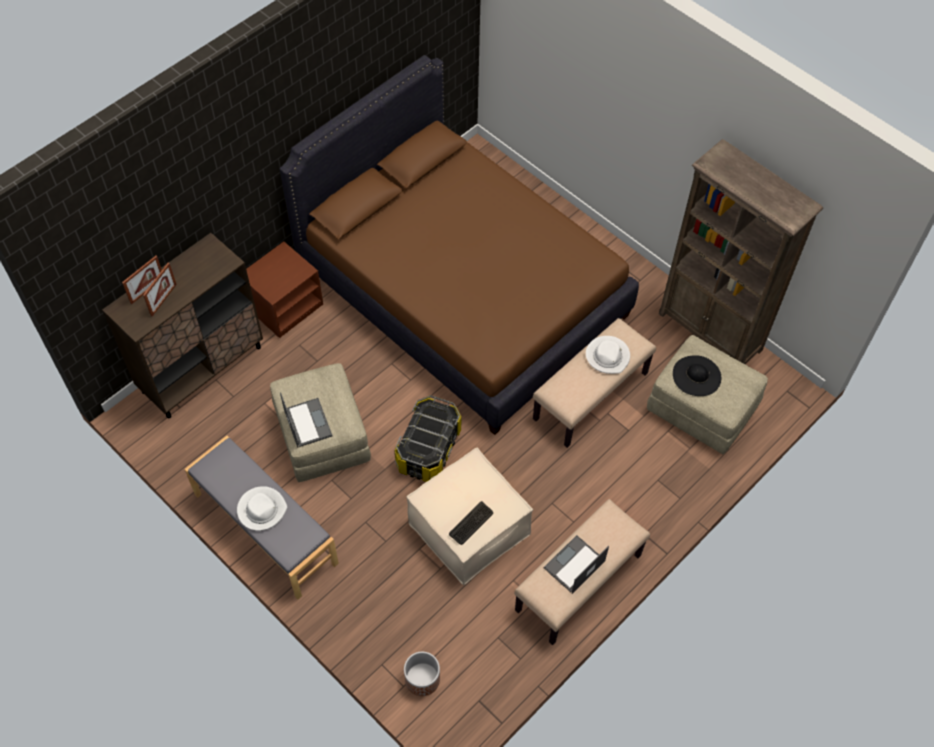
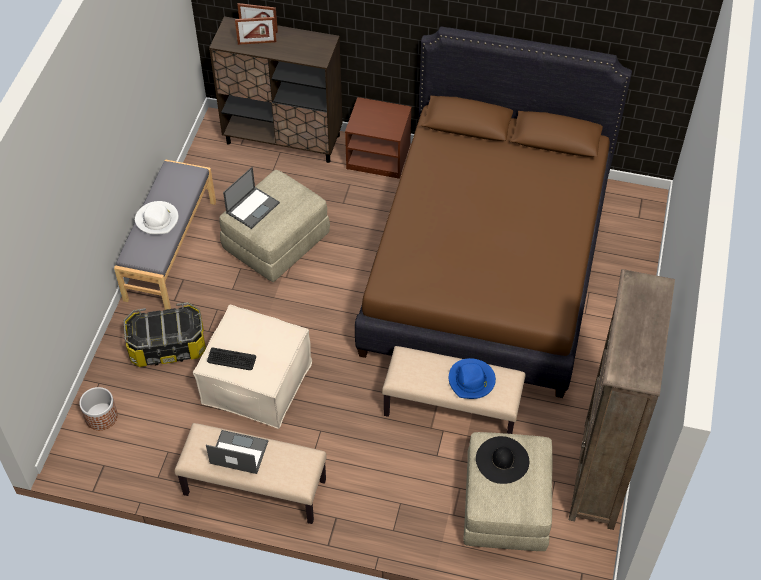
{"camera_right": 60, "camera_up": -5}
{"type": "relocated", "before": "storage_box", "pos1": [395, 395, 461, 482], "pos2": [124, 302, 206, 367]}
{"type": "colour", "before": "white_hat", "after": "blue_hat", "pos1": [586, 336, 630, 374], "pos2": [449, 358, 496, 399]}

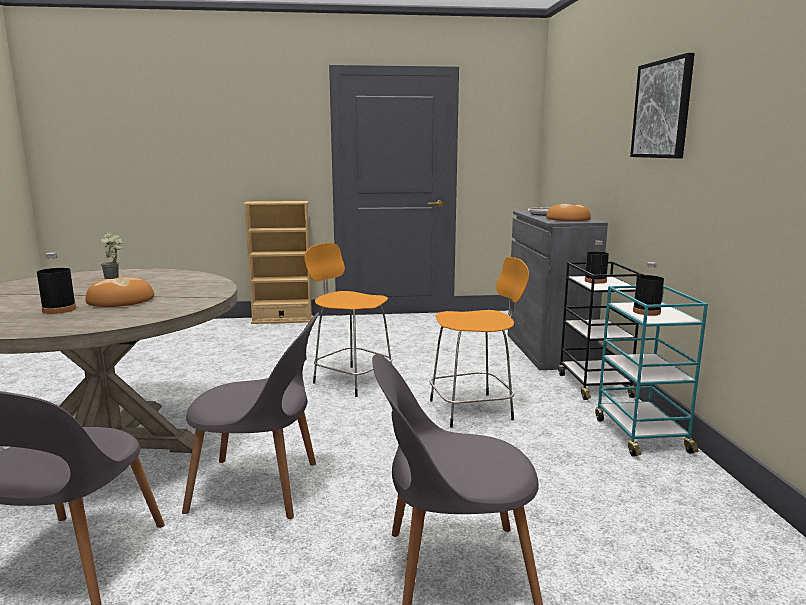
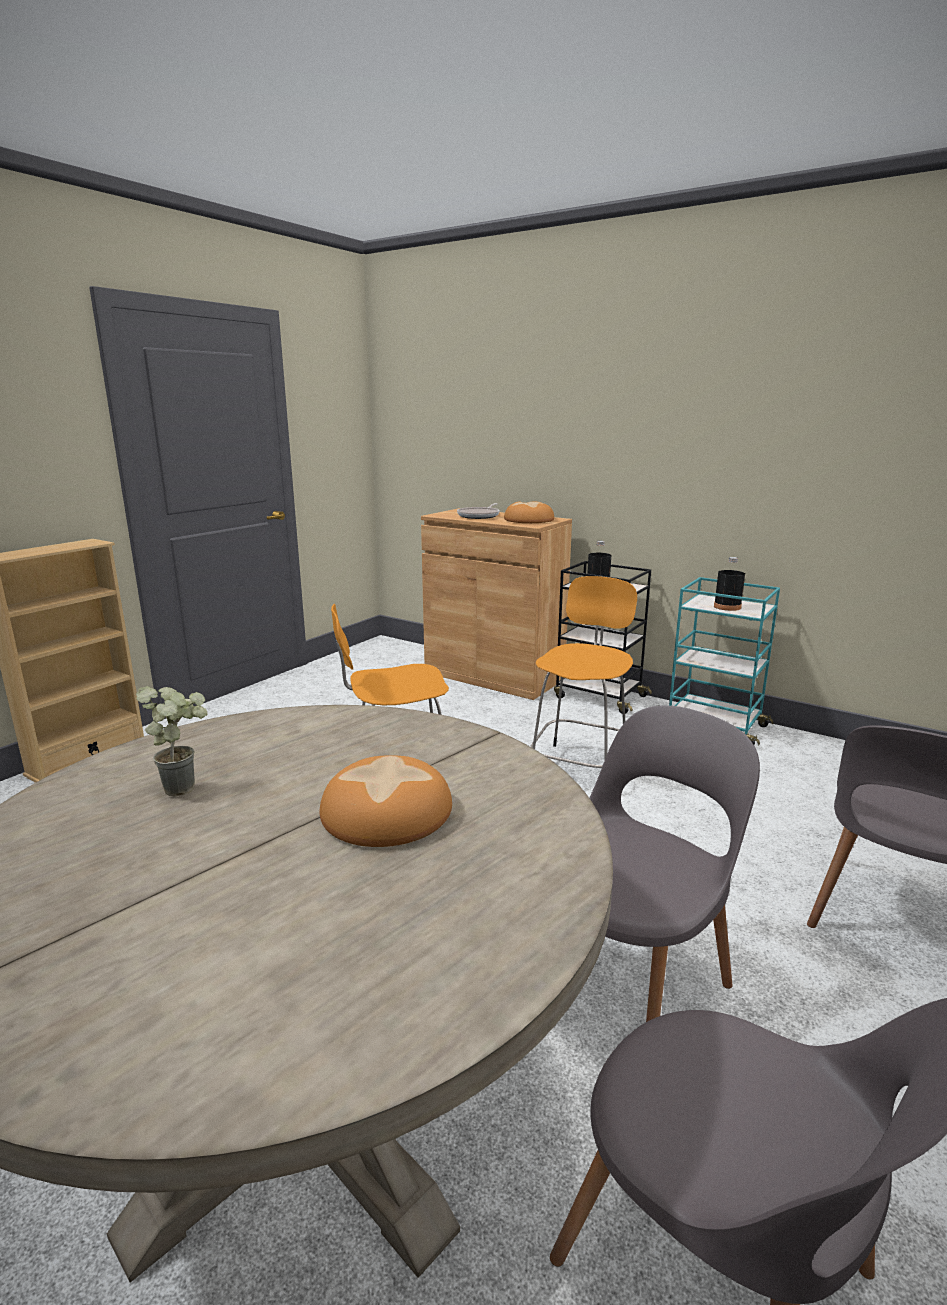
{"camera_right": -50, "camera_up": 5}
{"type": "missing", "before": "black_bottle", "pos1": [37, 252, 76, 314]}
{"type": "missing", "before": "picture", "pos1": [630, 53, 695, 158]}
{"type": "colour", "before": "grey_cabinet", "after": "brown_cabinet", "pos1": [508, 211, 608, 370], "pos2": [421, 508, 572, 700]}

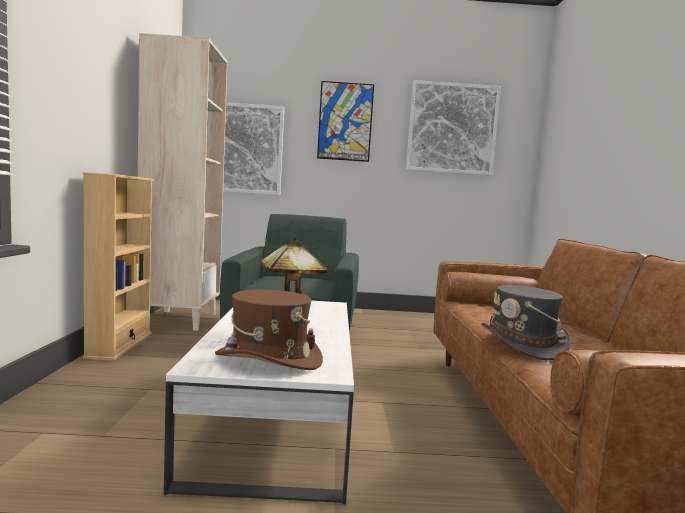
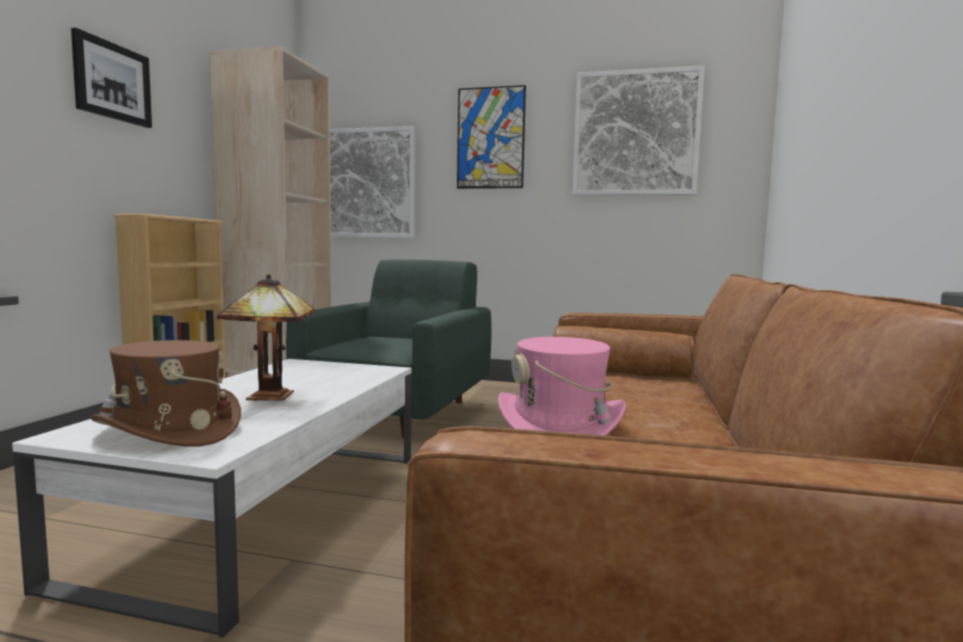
{"camera_right": 15, "camera_up": 0}
{"type": "appeared", "after": "picture", "pos2": [71, 28, 152, 128]}
{"type": "colour", "before": "grey_hat", "after": "pink_hat", "pos1": [482, 285, 571, 360], "pos2": [498, 337, 626, 436]}

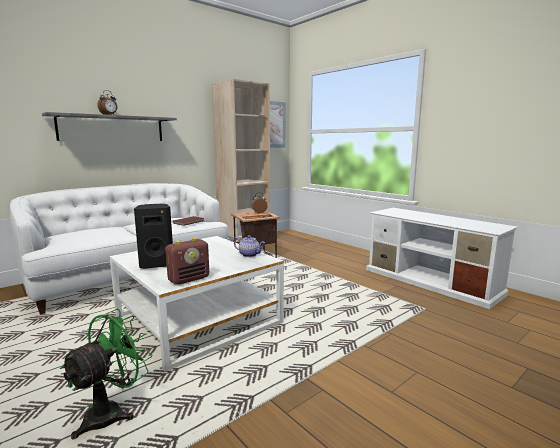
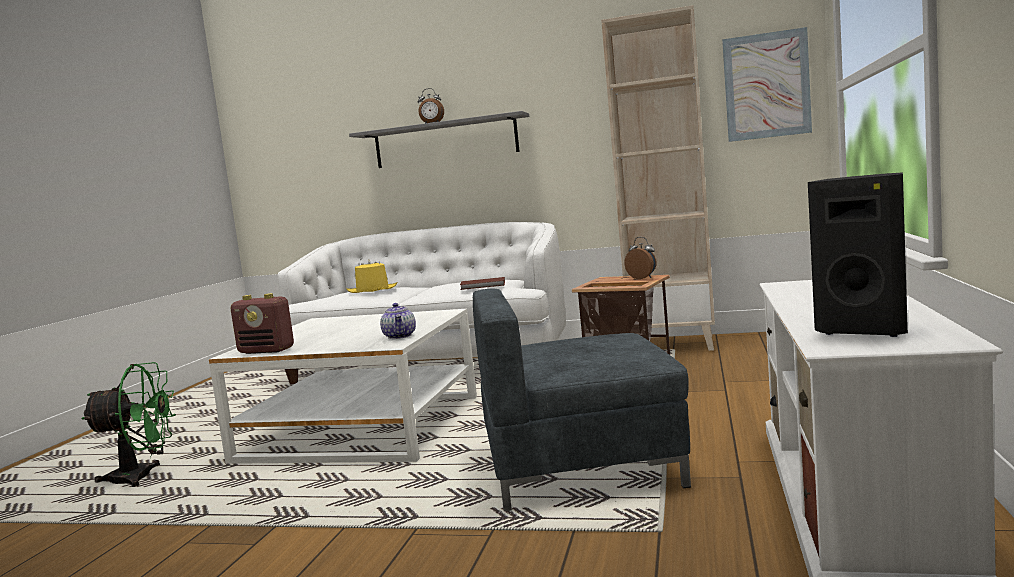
{"camera_right": 55, "camera_up": -5}
{"type": "appeared", "after": "yellow_hat", "pos2": [346, 260, 398, 293]}
{"type": "appeared", "after": "grey_armchair", "pos2": [473, 289, 691, 511]}
{"type": "relocated", "before": "black_speaker", "pos1": [134, 204, 173, 269], "pos2": [808, 172, 908, 337]}

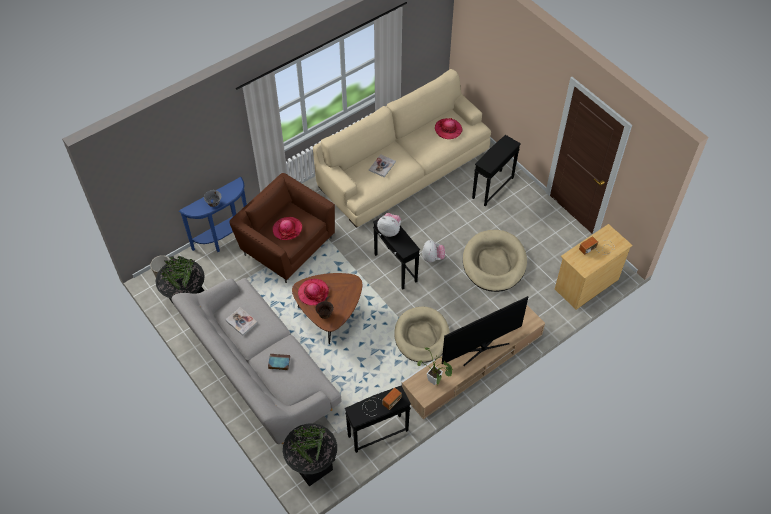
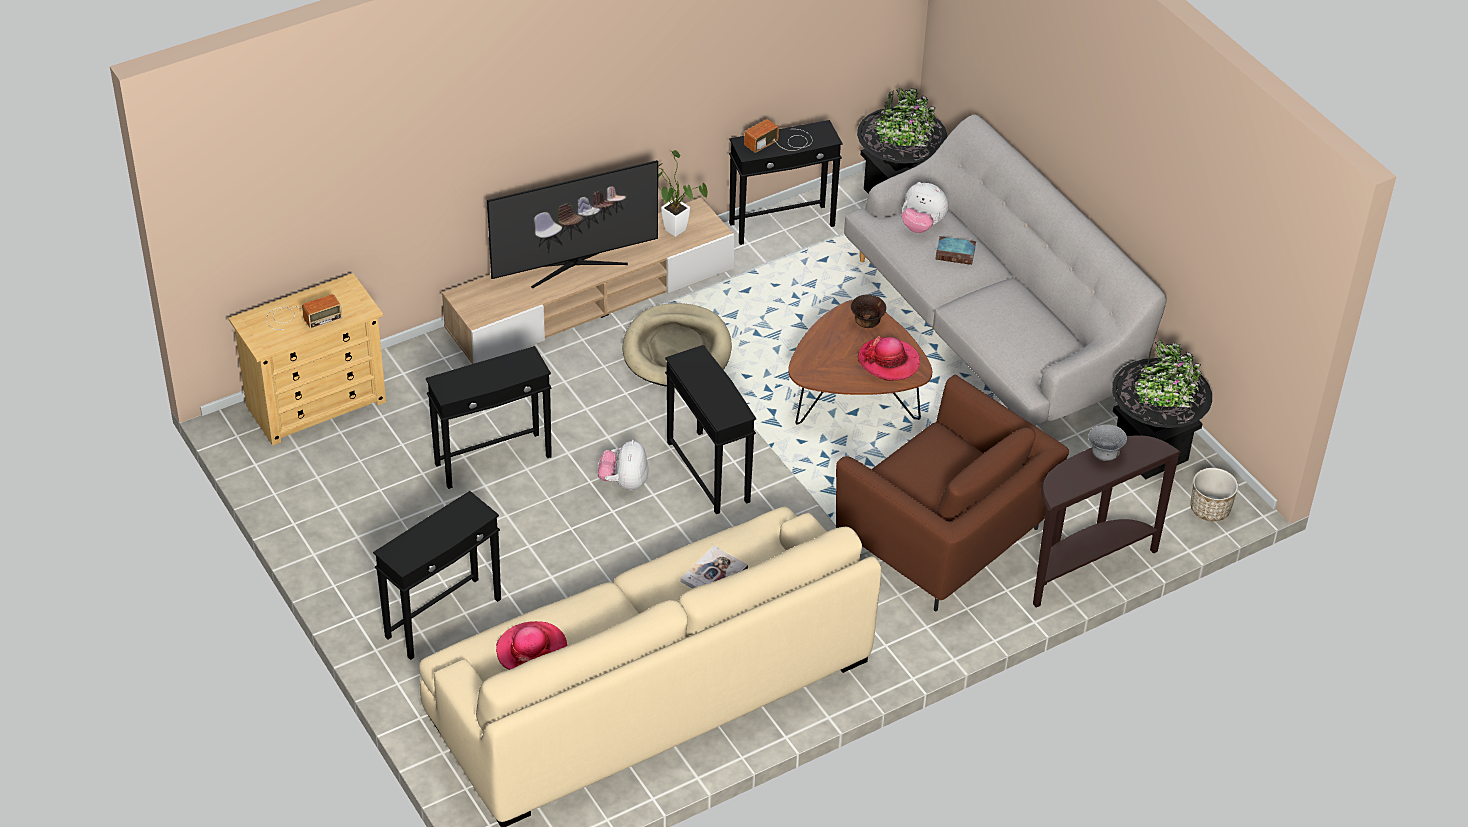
{"camera_right": -175, "camera_up": -10}
{"type": "missing", "before": "book", "pos1": [225, 307, 258, 336]}
{"type": "missing", "before": "hat", "pos1": [273, 217, 302, 240]}
{"type": "relocated", "before": "plush_toy", "pos1": [377, 213, 401, 237], "pos2": [902, 182, 949, 233]}
{"type": "exchanged", "before": "beige_dog_bed", "after": "black_side_table", "pos1": [463, 230, 527, 292], "pos2": [426, 346, 552, 489]}
{"type": "colour", "before": "blue_console_table", "after": "brown_console_table", "pos1": [179, 177, 247, 252], "pos2": [1033, 435, 1182, 607]}

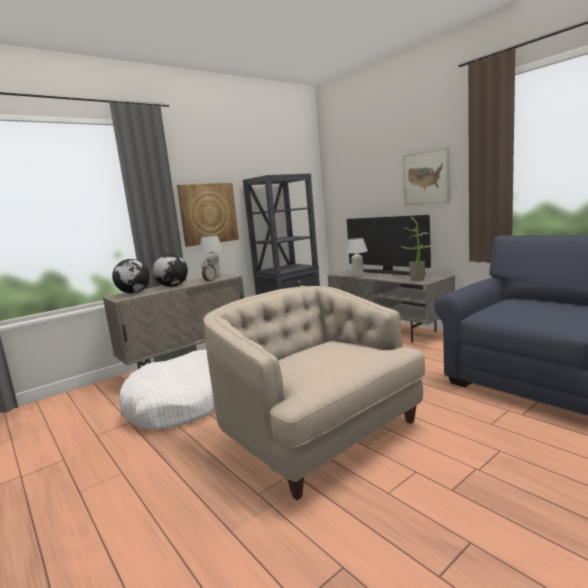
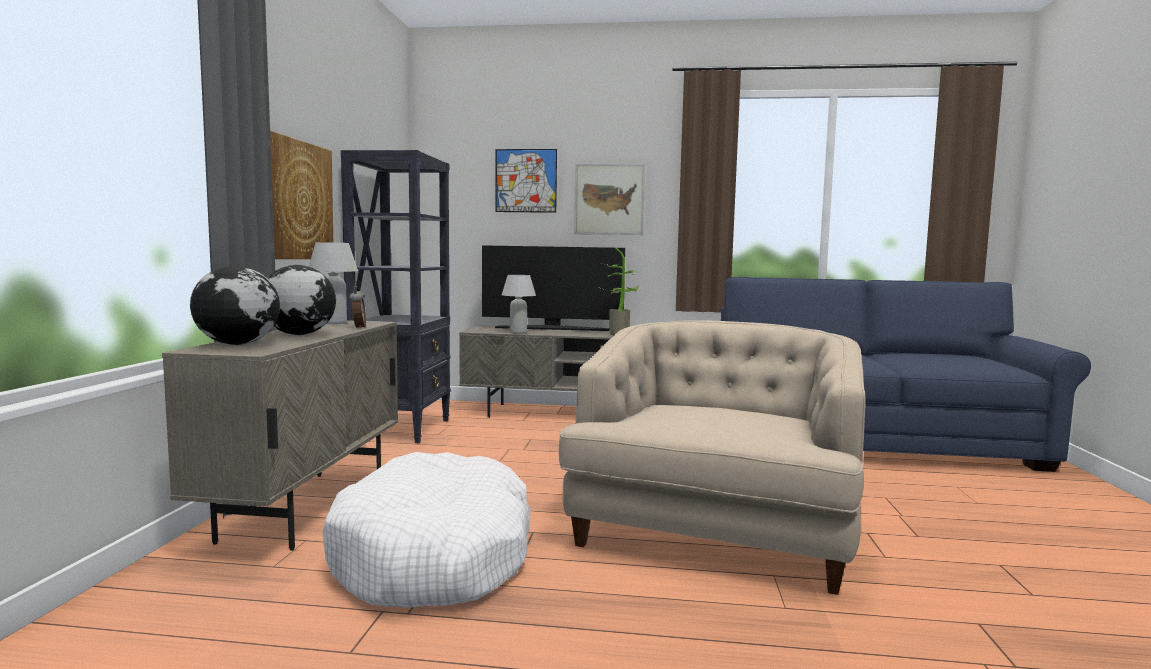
{"camera_right": -45, "camera_up": -5}
{"type": "appeared", "after": "picture", "pos2": [495, 149, 557, 213]}
{"type": "spun", "before": "beige_armchair", "pos1": [203, 286, 426, 500], "pos2": [559, 320, 865, 595], "turn": 105}

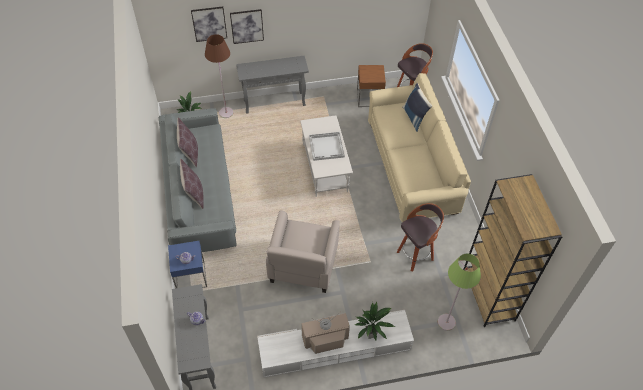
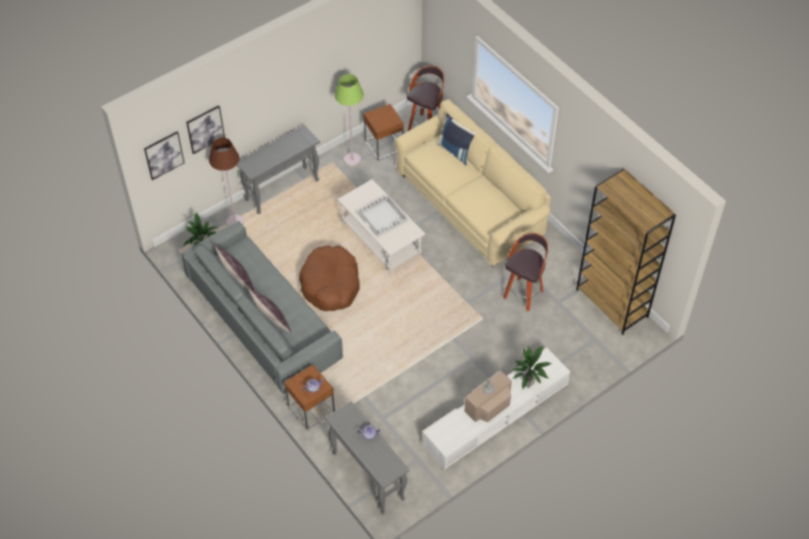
{"camera_right": -25, "camera_up": 0}
{"type": "missing", "before": "beige_armchair", "pos1": [266, 210, 340, 293]}
{"type": "appeared", "after": "brown_dog_bed", "pos2": [299, 245, 360, 311]}
{"type": "relocated", "before": "picture", "pos1": [230, 9, 264, 44], "pos2": [144, 131, 185, 180]}
{"type": "relocated", "before": "green_floor_lamp", "pos1": [438, 253, 481, 331], "pos2": [335, 74, 364, 166]}
{"type": "colour", "before": "blue_side_table", "after": "brown_side_table", "pos1": [168, 241, 207, 288], "pos2": [284, 364, 335, 430]}

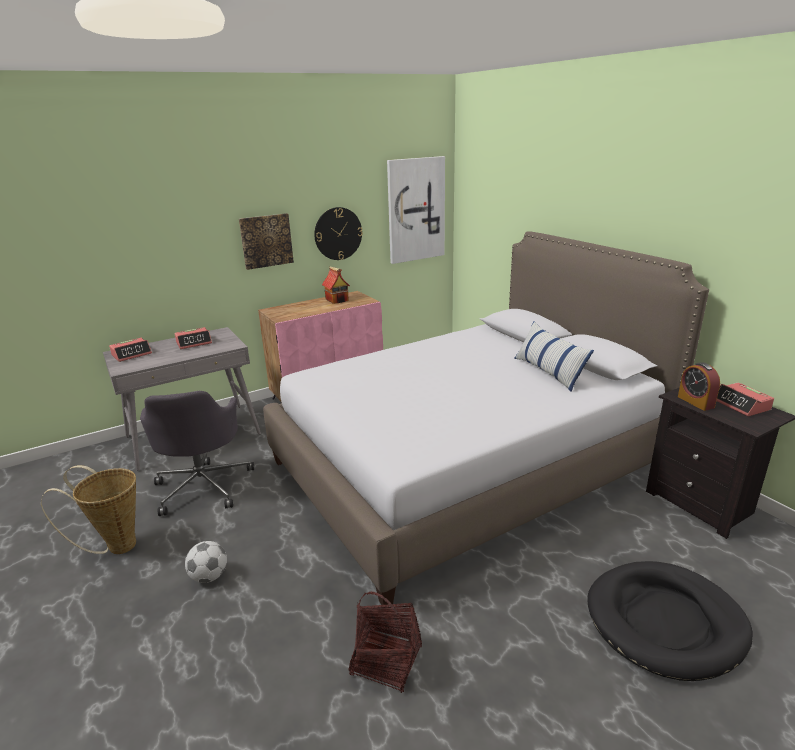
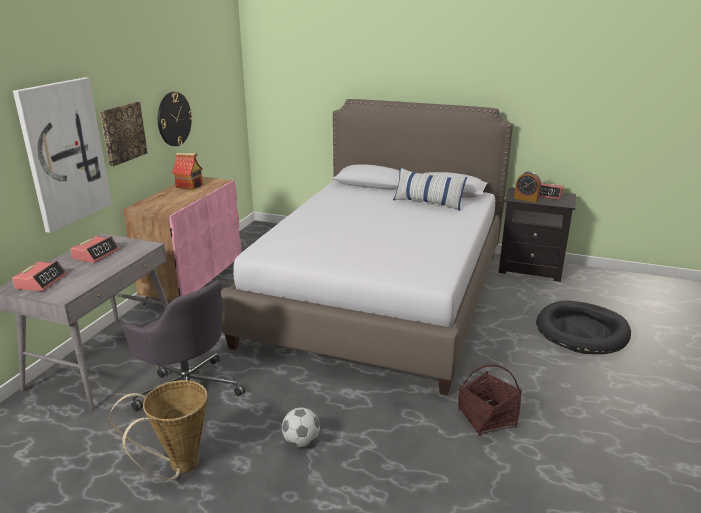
{"camera_right": -40, "camera_up": 0}
{"type": "relocated", "before": "picture", "pos1": [387, 156, 445, 264], "pos2": [13, 77, 112, 233]}

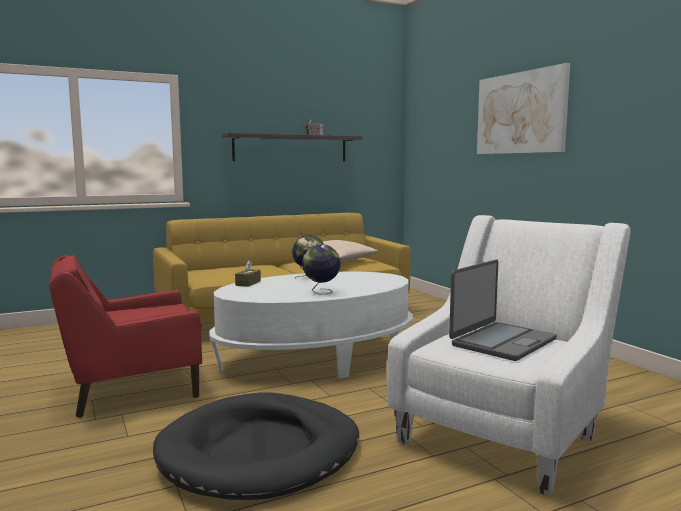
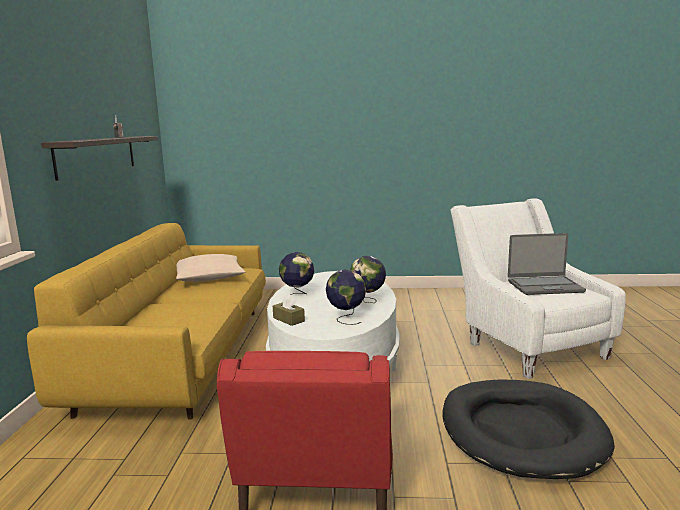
{"camera_right": -60, "camera_up": 5}
{"type": "missing", "before": "picture", "pos1": [477, 63, 570, 154]}
{"type": "appeared", "after": "globe", "pos2": [326, 269, 366, 325]}
{"type": "spun", "before": "laptop", "pos1": [449, 259, 557, 361], "pos2": [508, 233, 586, 295], "turn": 105}

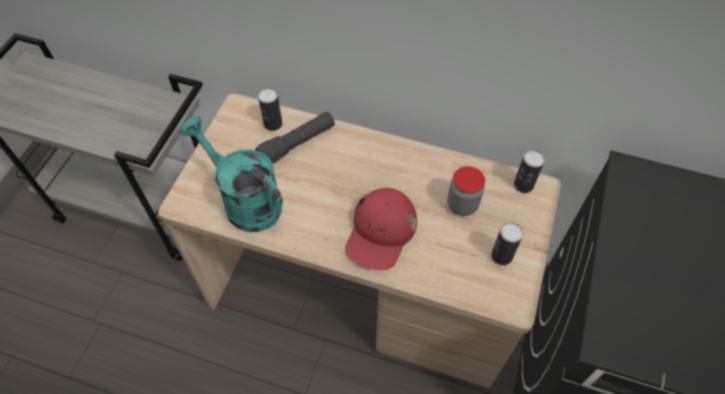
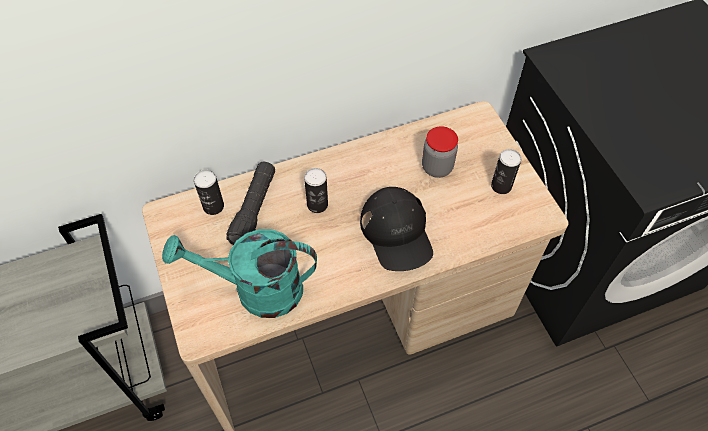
{"camera_right": -40, "camera_up": 0}
{"type": "relocated", "before": "can", "pos1": [514, 150, 545, 193], "pos2": [304, 168, 328, 213]}
{"type": "colour", "before": "red_cap", "after": "black_cap", "pos1": [345, 188, 417, 270], "pos2": [360, 187, 433, 271]}

